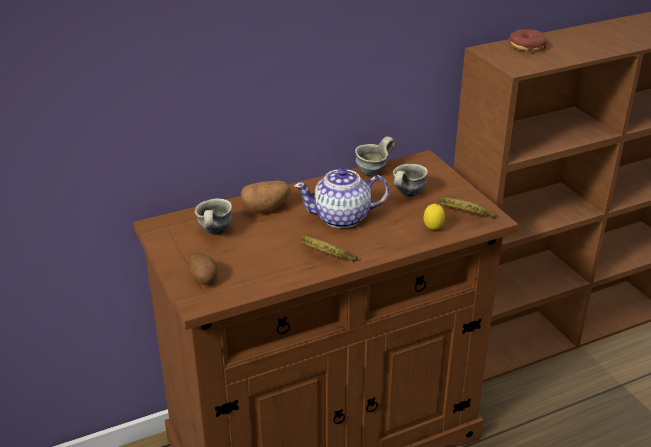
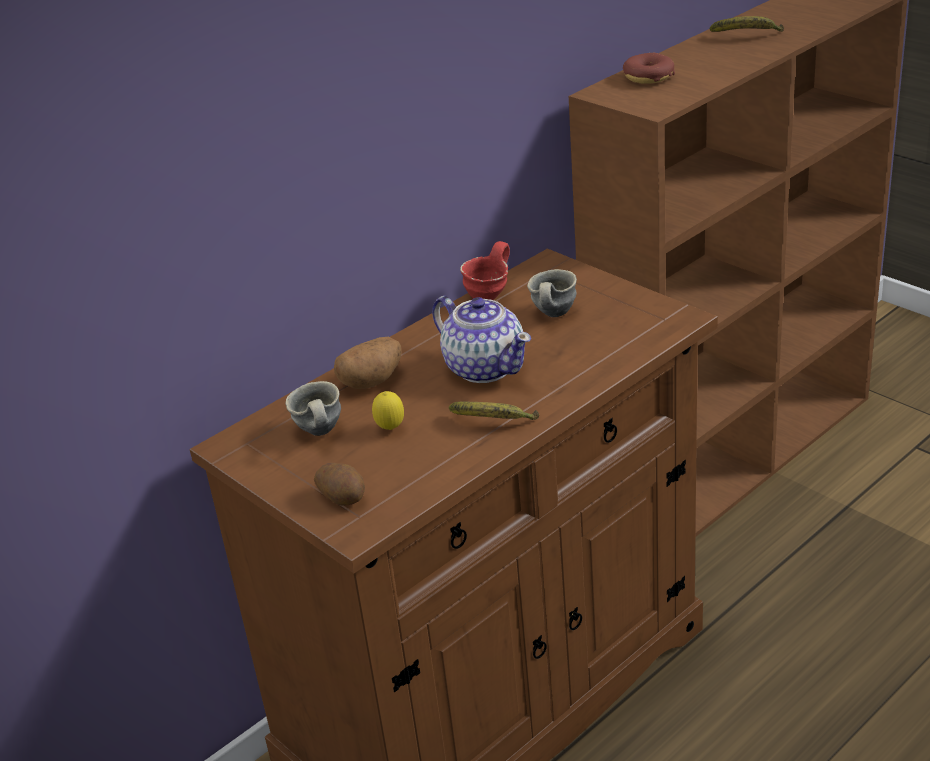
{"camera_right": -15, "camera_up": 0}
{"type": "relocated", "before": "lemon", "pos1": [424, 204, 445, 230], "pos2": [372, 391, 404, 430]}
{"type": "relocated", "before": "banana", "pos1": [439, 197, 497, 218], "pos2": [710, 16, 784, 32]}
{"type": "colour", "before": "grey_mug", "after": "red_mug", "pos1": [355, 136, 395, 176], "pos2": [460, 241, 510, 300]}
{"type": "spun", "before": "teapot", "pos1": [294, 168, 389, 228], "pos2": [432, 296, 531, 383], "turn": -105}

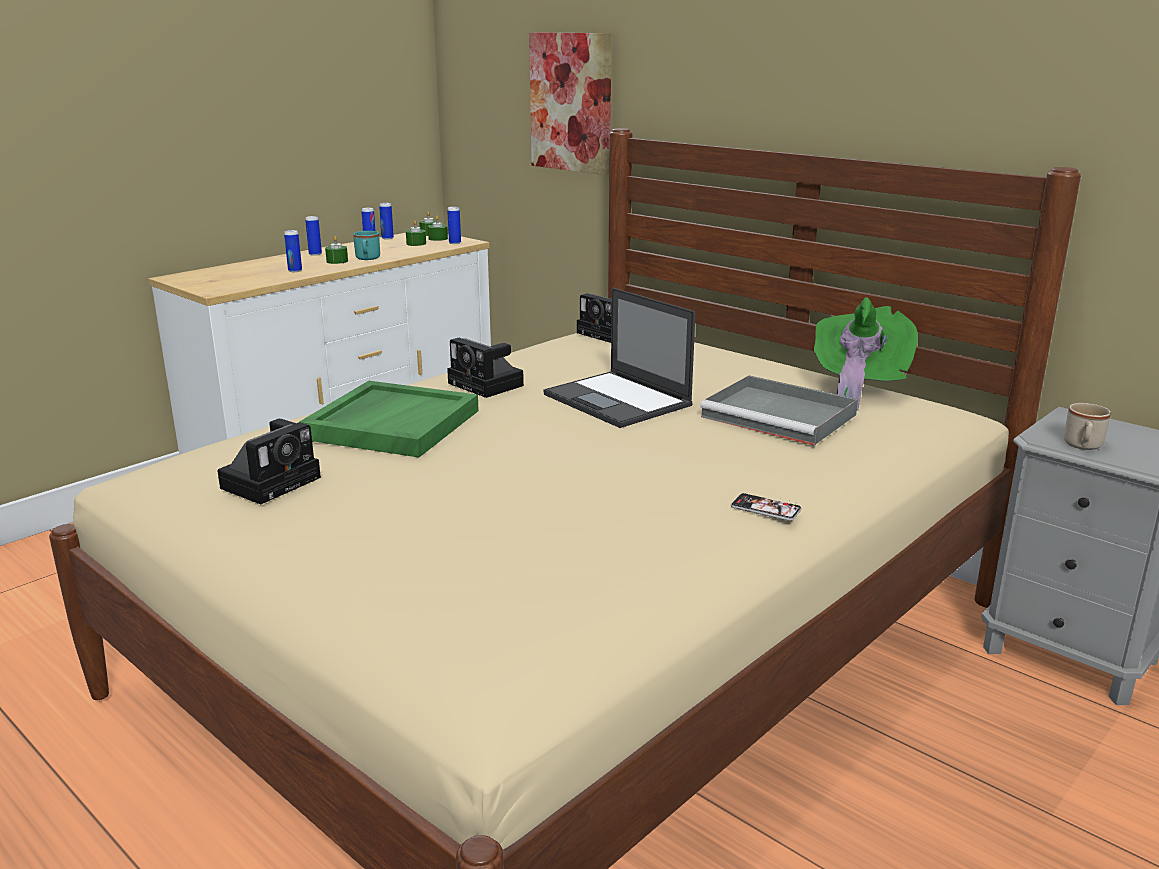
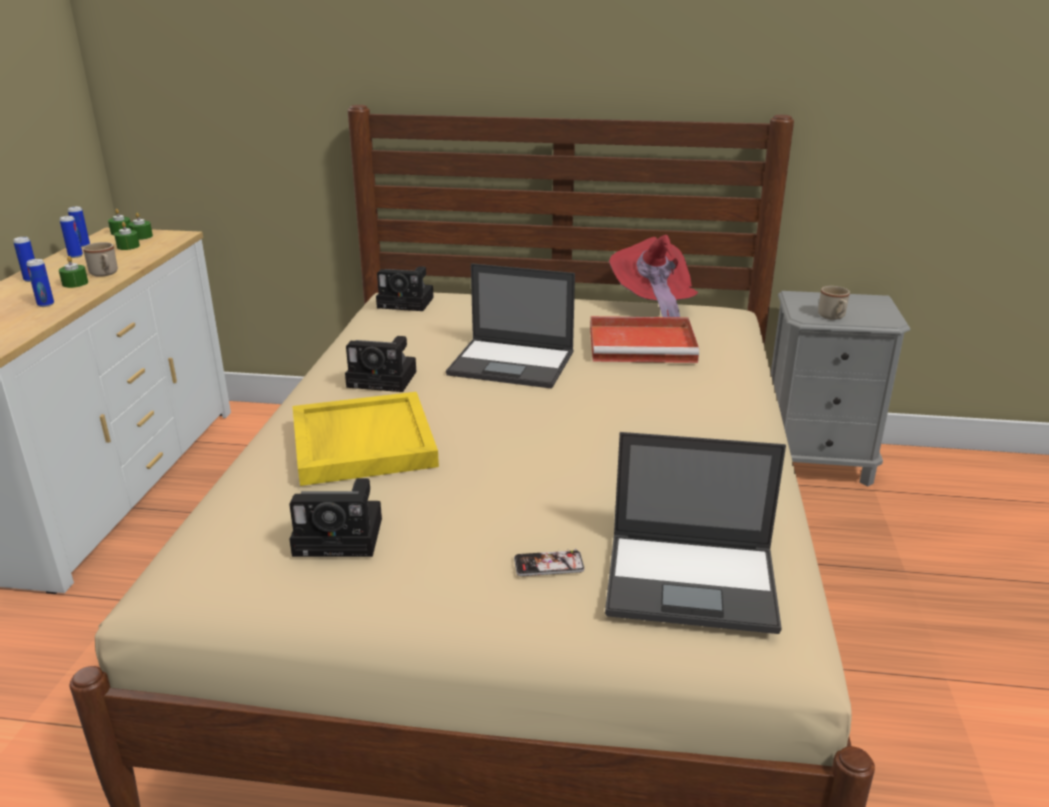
{"camera_right": -35, "camera_up": 5}
{"type": "missing", "before": "can", "pos1": [447, 207, 461, 244]}
{"type": "missing", "before": "picture", "pos1": [529, 32, 612, 175]}
{"type": "appeared", "after": "laptop", "pos2": [605, 432, 786, 634]}
{"type": "relocated", "before": "phone", "pos1": [731, 493, 802, 521], "pos2": [514, 549, 585, 576]}
{"type": "colour", "before": "green_tray", "after": "yellow_tray", "pos1": [299, 381, 479, 458], "pos2": [292, 392, 439, 486]}
{"type": "colour", "before": "turquoise_mug", "after": "beige_mug", "pos1": [353, 231, 380, 260], "pos2": [83, 242, 118, 277]}
{"type": "colour", "before": "grey_tray", "after": "red_tray", "pos1": [700, 375, 858, 445], "pos2": [590, 316, 699, 363]}
{"type": "colour", "before": "green_hat", "after": "red_hat", "pos1": [814, 297, 918, 411], "pos2": [609, 235, 698, 317]}
{"type": "spun", "before": "photo_camera", "pos1": [217, 419, 321, 505], "pos2": [289, 478, 382, 557], "turn": 90}

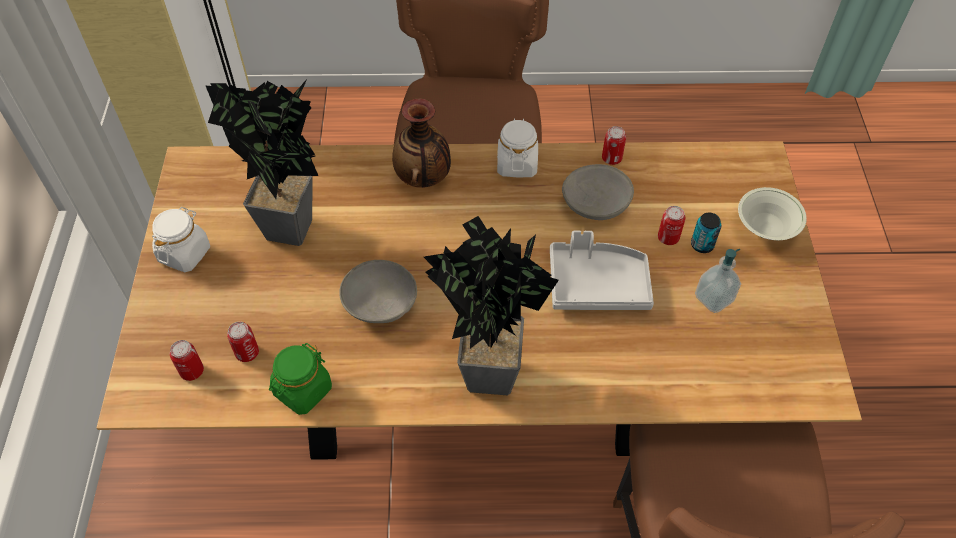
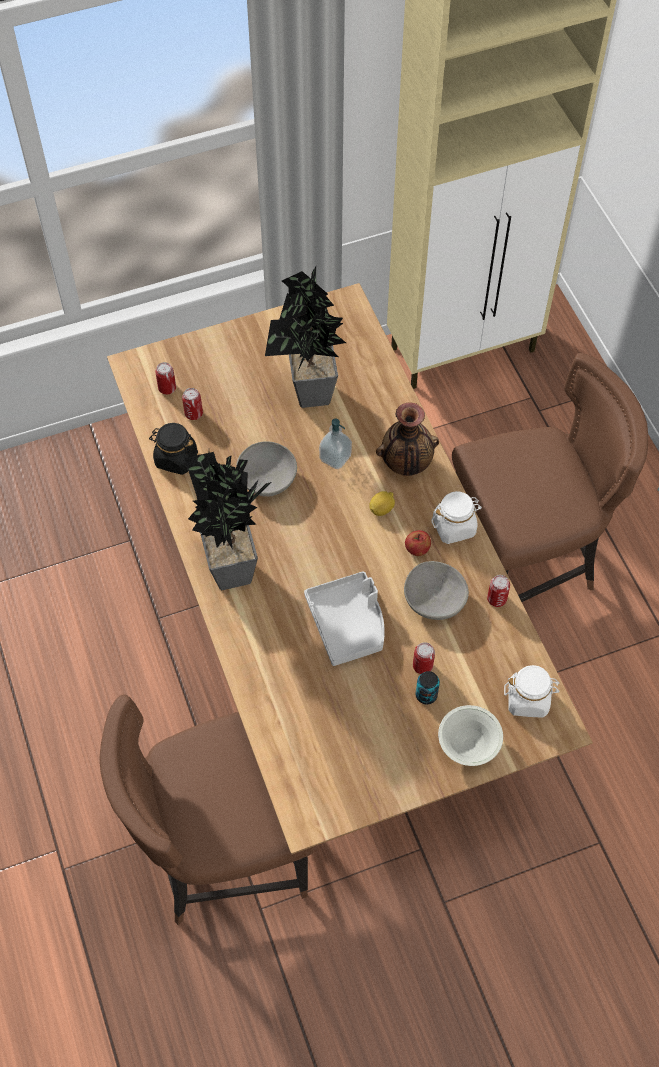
{"camera_right": 70, "camera_up": 5}
{"type": "appeared", "after": "lemon", "pos2": [369, 491, 395, 516]}
{"type": "appeared", "after": "apple", "pos2": [405, 530, 431, 556]}
{"type": "relocated", "before": "white_jar", "pos1": [152, 207, 210, 272], "pos2": [504, 665, 560, 718]}
{"type": "relocated", "before": "soap_dispenser", "pos1": [695, 249, 741, 313], "pos2": [319, 419, 352, 469]}
{"type": "colour", "before": "green_jar", "after": "black_jar", "pos1": [269, 343, 332, 415], "pos2": [149, 423, 198, 475]}

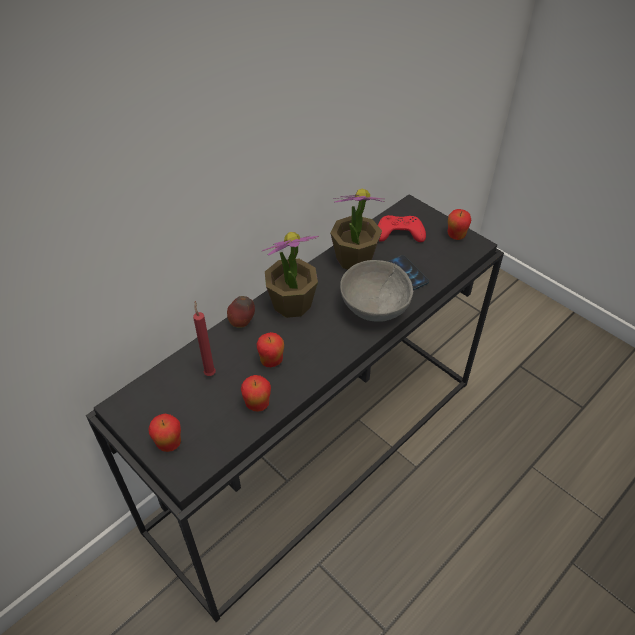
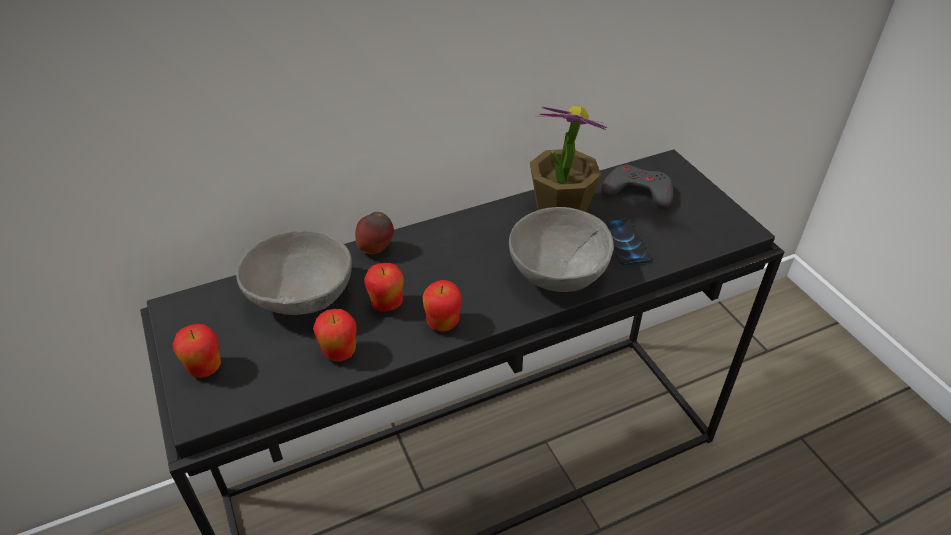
{"camera_right": 20, "camera_up": -5}
{"type": "missing", "before": "potted_plant", "pos1": [262, 232, 319, 318]}
{"type": "relocated", "before": "apple", "pos1": [448, 209, 471, 240], "pos2": [423, 280, 462, 332]}
{"type": "exchanged", "before": "red_candle", "after": "grey_bowl", "pos1": [193, 301, 216, 376], "pos2": [236, 230, 352, 315]}
{"type": "colour", "before": "red_game_controller", "after": "grey_game_controller", "pos1": [378, 215, 426, 242], "pos2": [602, 164, 673, 209]}

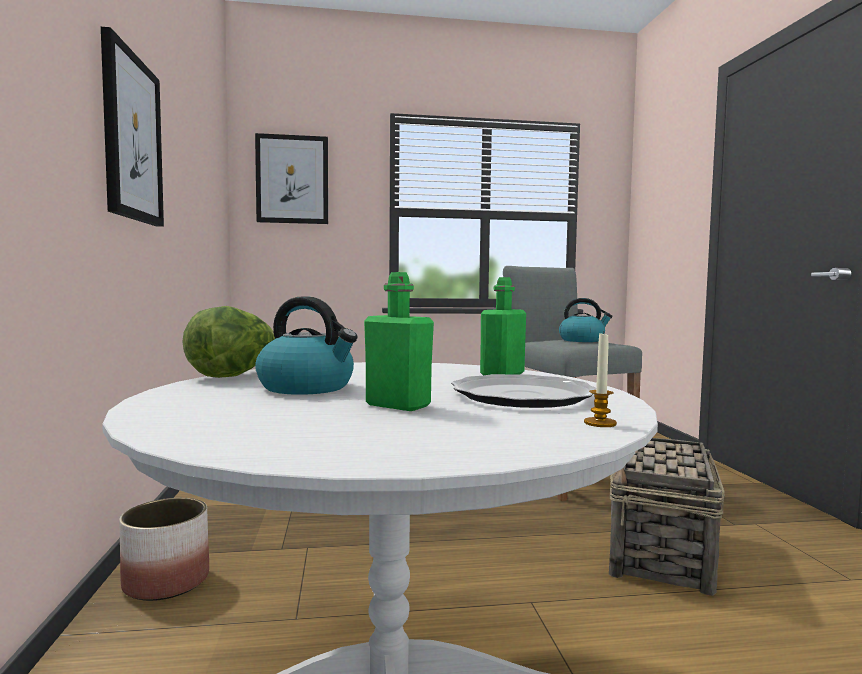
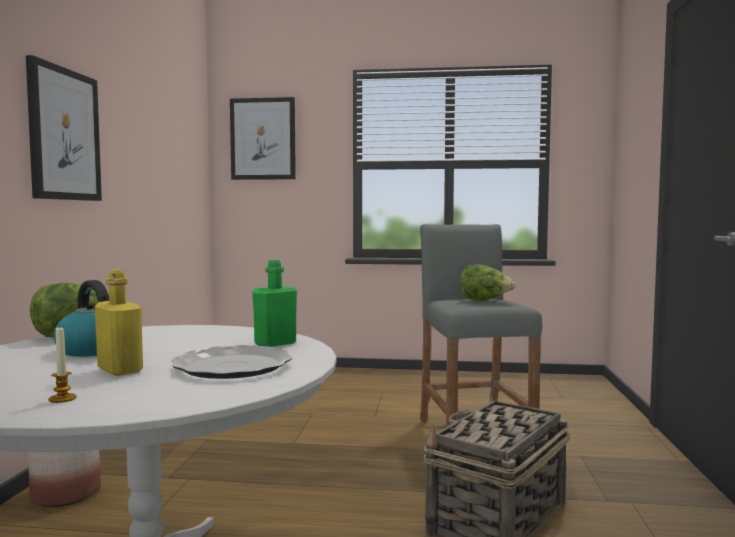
{"camera_right": 15, "camera_up": 0}
{"type": "relocated", "before": "candle", "pos1": [584, 333, 617, 427], "pos2": [49, 325, 77, 403]}
{"type": "exchanged", "before": "kettle", "after": "lettuce", "pos1": [559, 298, 613, 342], "pos2": [460, 264, 516, 301]}
{"type": "colour", "before": "green_bottle", "after": "yellow_bottle", "pos1": [364, 272, 434, 411], "pos2": [95, 269, 143, 376]}

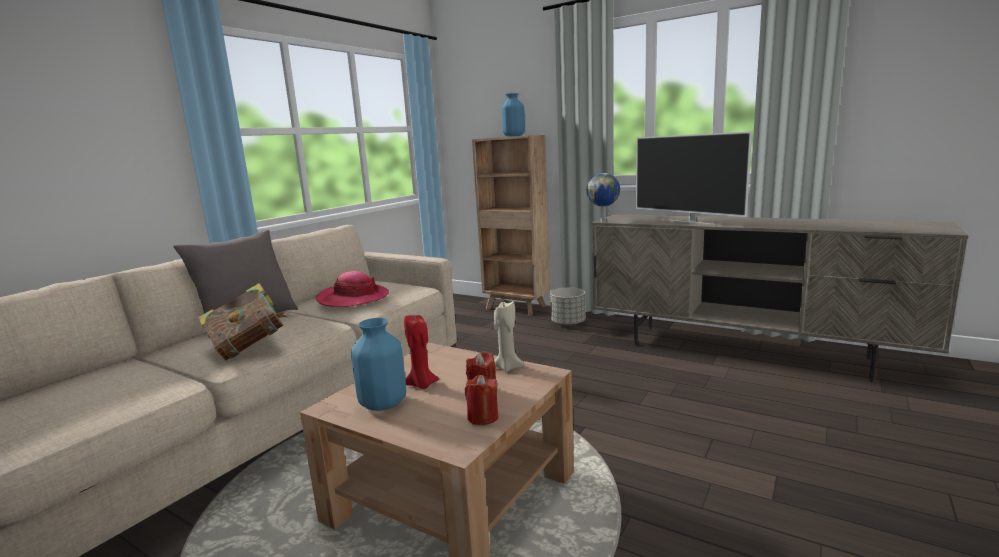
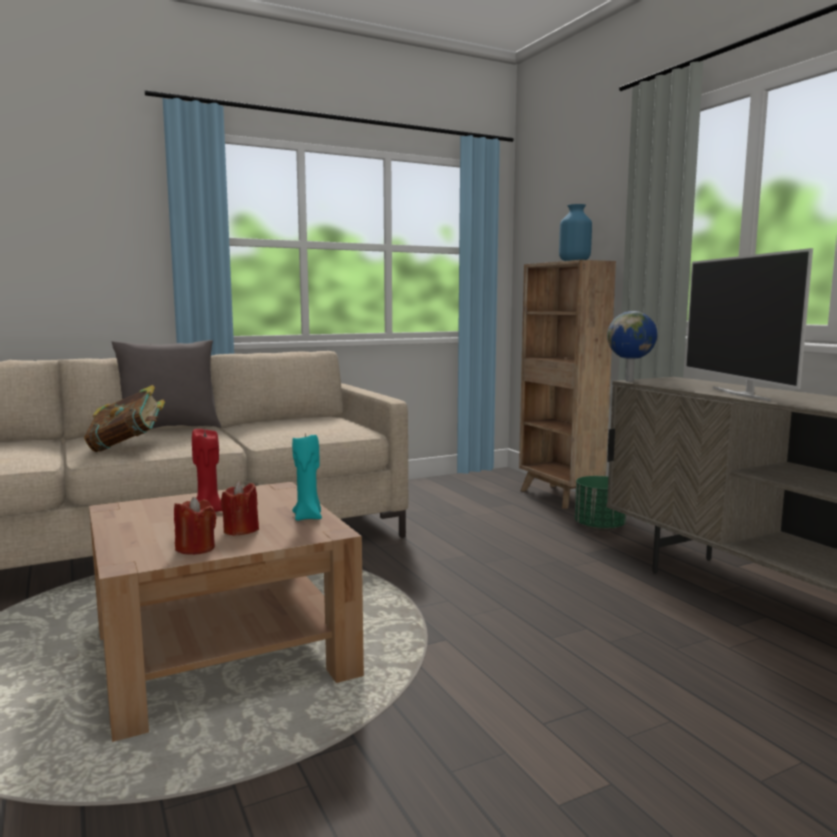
{"camera_right": 30, "camera_up": -5}
{"type": "missing", "before": "hat", "pos1": [316, 271, 389, 307]}
{"type": "missing", "before": "blue_vase", "pos1": [351, 318, 406, 411]}
{"type": "colour", "before": "beige_candle", "after": "turquoise_candle", "pos1": [494, 301, 524, 372], "pos2": [292, 433, 322, 521]}
{"type": "colour", "before": "grey_planter", "after": "green_planter", "pos1": [550, 288, 586, 326], "pos2": [575, 476, 626, 531]}

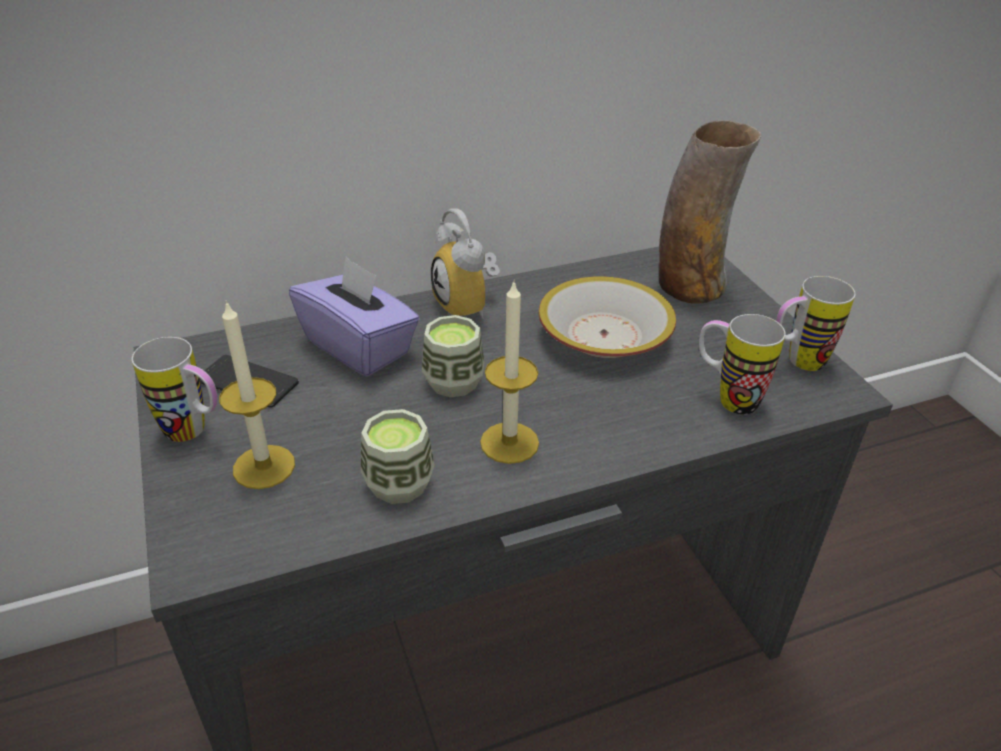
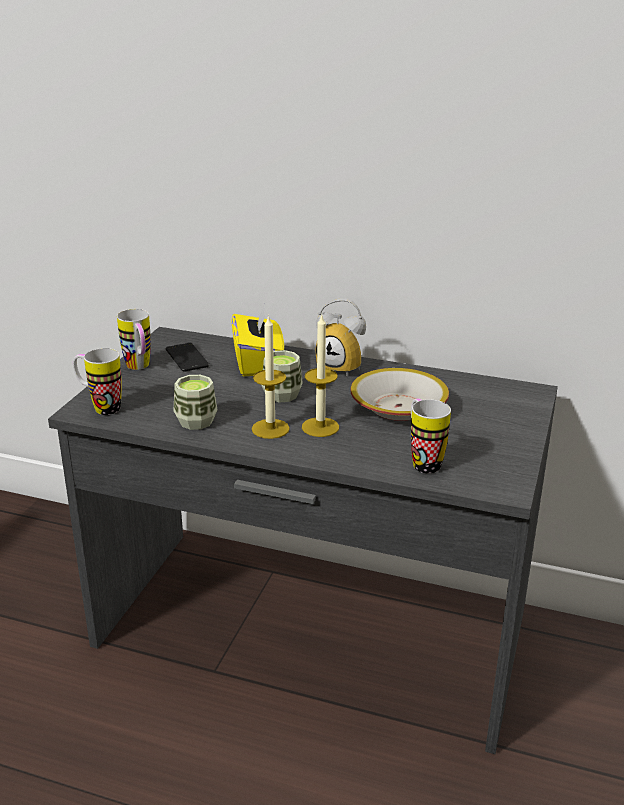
{"camera_right": 40, "camera_up": -10}
{"type": "missing", "before": "vase", "pos1": [659, 120, 761, 304]}
{"type": "relocated", "before": "candle", "pos1": [219, 300, 295, 489], "pos2": [302, 313, 339, 437]}
{"type": "relocated", "before": "mug", "pos1": [776, 276, 855, 371], "pos2": [73, 348, 122, 415]}
{"type": "colour", "before": "purple_tissue_box", "after": "yellow_tissue_box", "pos1": [289, 257, 420, 377], "pos2": [231, 306, 284, 376]}
{"type": "spun", "before": "alarm_clock", "pos1": [431, 208, 500, 319], "pos2": [316, 298, 366, 376], "turn": -75}

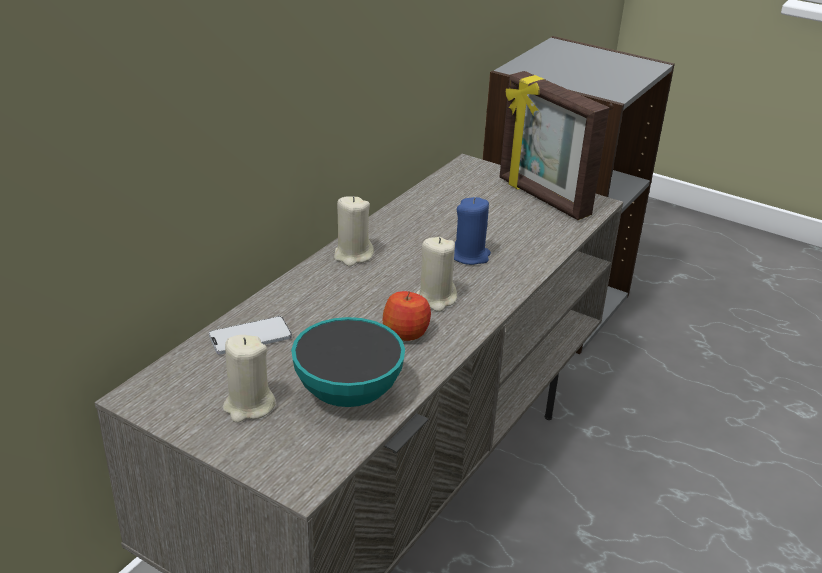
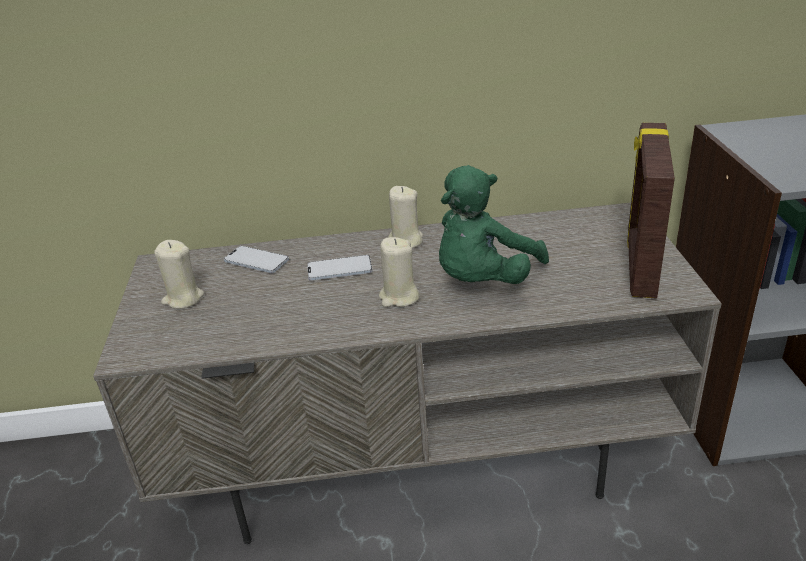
{"camera_right": 55, "camera_up": 0}
{"type": "missing", "before": "bowl", "pos1": [291, 317, 405, 407]}
{"type": "missing", "before": "apple", "pos1": [383, 291, 431, 341]}
{"type": "appeared", "after": "phone", "pos2": [307, 255, 372, 281]}
{"type": "exchanged", "before": "blue_candle", "after": "green_plush_toy", "pos1": [454, 197, 491, 265], "pos2": [439, 165, 549, 284]}

